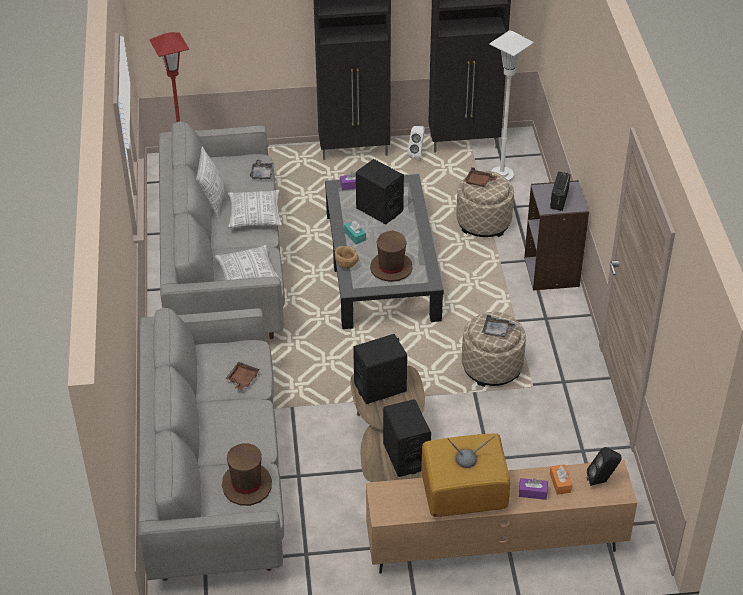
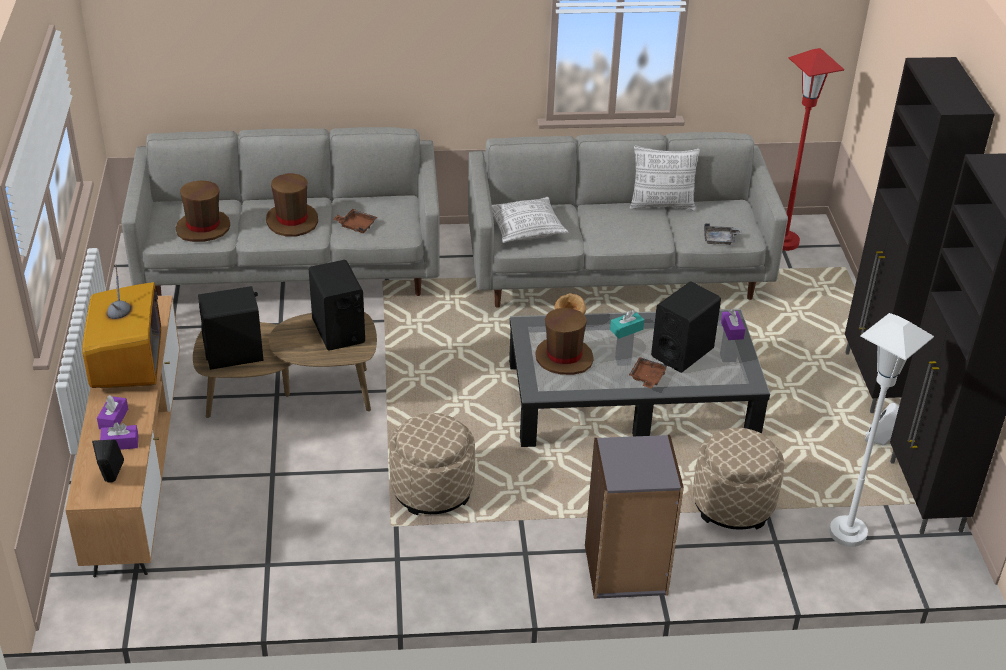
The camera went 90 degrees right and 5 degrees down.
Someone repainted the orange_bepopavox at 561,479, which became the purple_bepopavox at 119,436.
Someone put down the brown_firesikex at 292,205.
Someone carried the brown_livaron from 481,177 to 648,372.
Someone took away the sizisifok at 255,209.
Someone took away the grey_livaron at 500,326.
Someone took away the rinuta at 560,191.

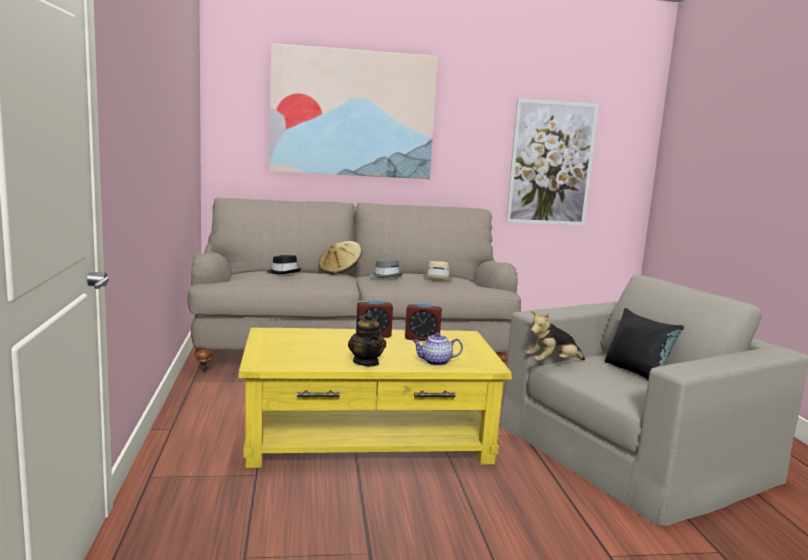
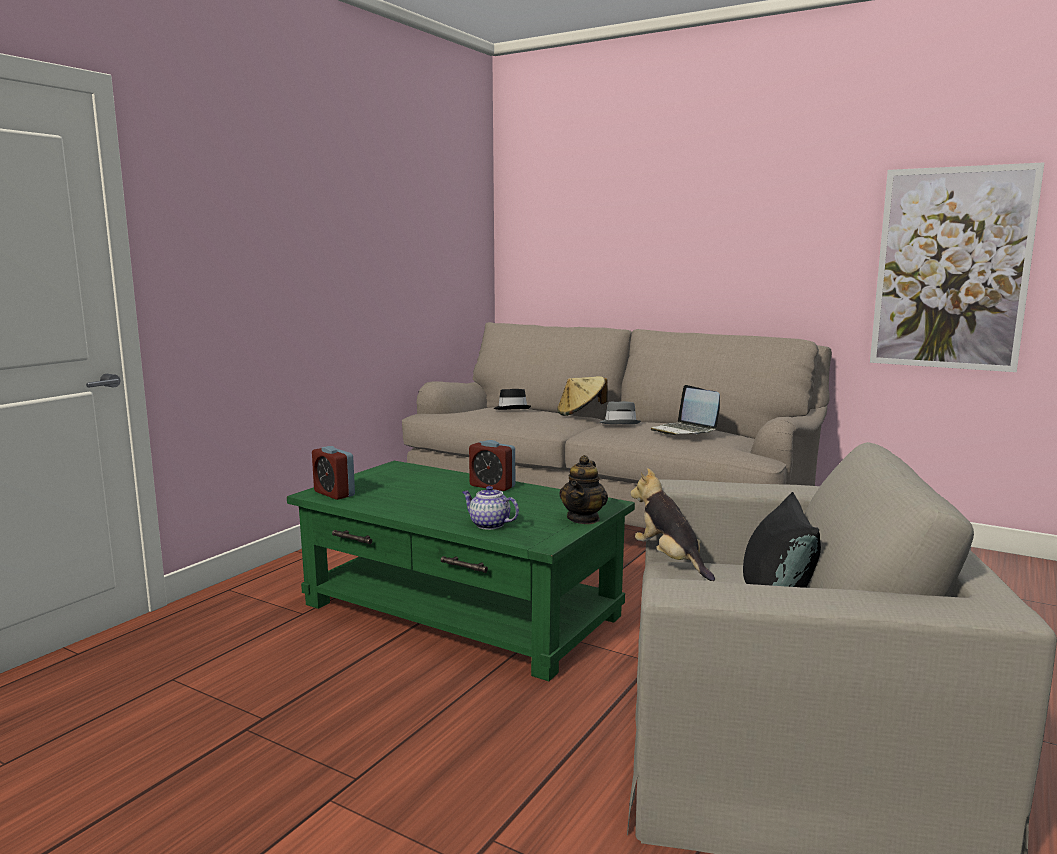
The camera went 40 degrees right and 0 degrees up.
Someone repainted the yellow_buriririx at 375,398, which became the green_buriririx at 461,571.
Someone carried the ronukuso from 423,321 to 333,473.
Someone carried the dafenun from 367,339 to 583,489.
Someone rotated the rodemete at 555,336 by 45 degrees clockwise.
Someone swapped the beige_firesikex at 438,270 for the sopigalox at 685,410.
Someone took away the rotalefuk at 353,111.

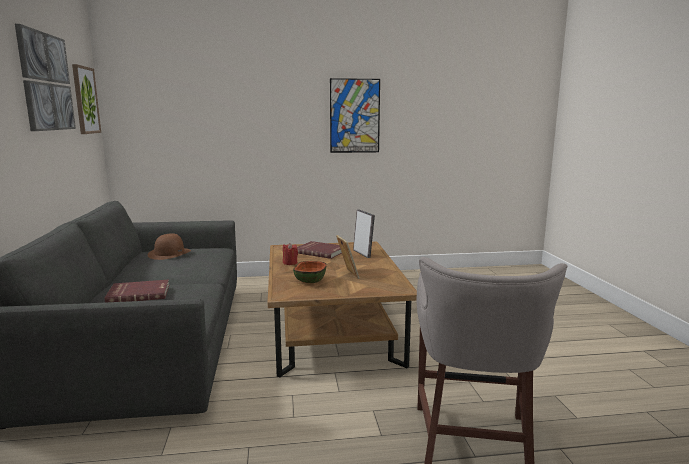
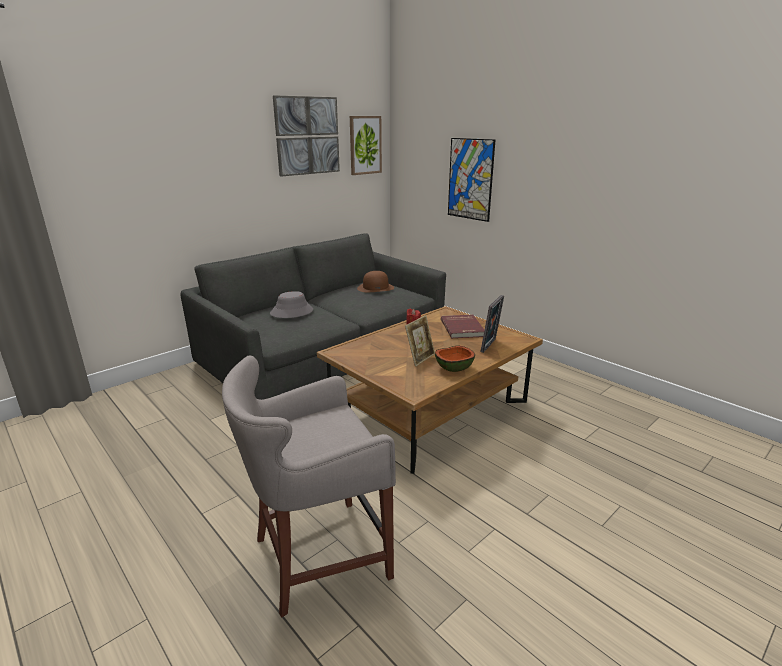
The camera went 55 degrees right and 10 degrees up.
Someone swapped the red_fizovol at 137,290 for the grey_firesikex at 291,304.
Someone carried the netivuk from 310,272 to 455,359.
Someone carried the rotalefuk from 355,115 to 472,180.

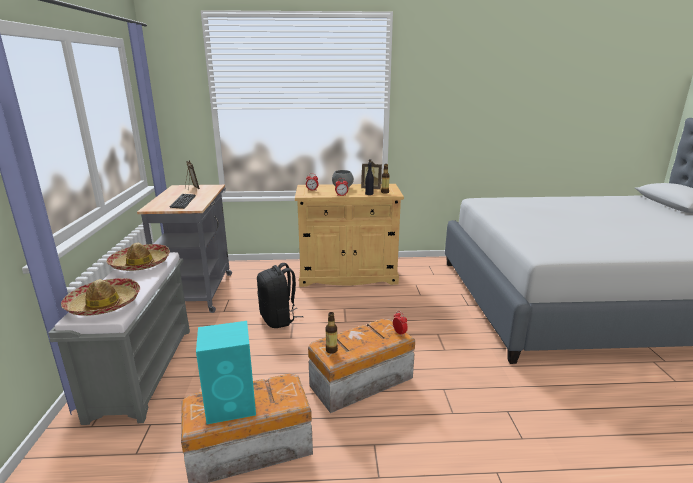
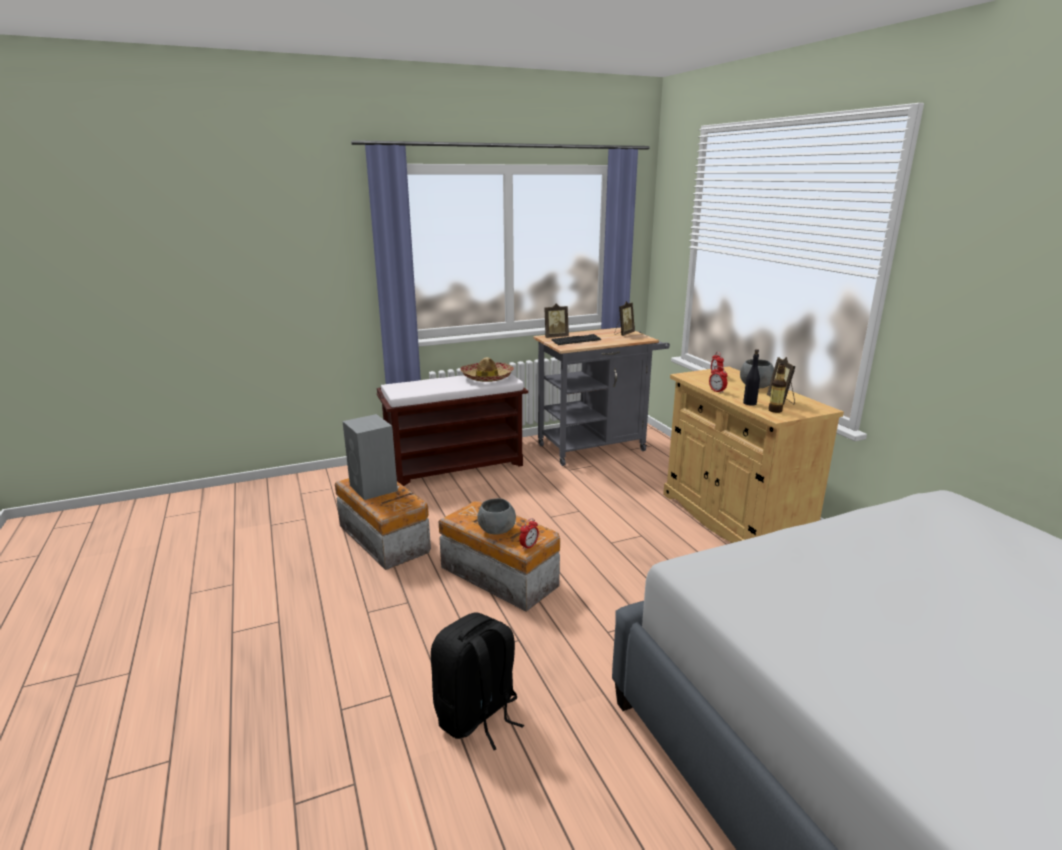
The camera went 70 degrees right and 0 degrees up.
Someone repainted the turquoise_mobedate at 226,372, which became the grey_mobedate at 370,457.
Someone repainted the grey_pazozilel at 119,338, which became the brown_pazozilel at 452,429.
Someone carried the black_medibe from 280,295 to 477,681.
Someone put down the grey_netivuk at 496,516.
Someone put down the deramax at 556,320.
Someone took away the firesikex at 100,297.
Someone took away the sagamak at 331,333.

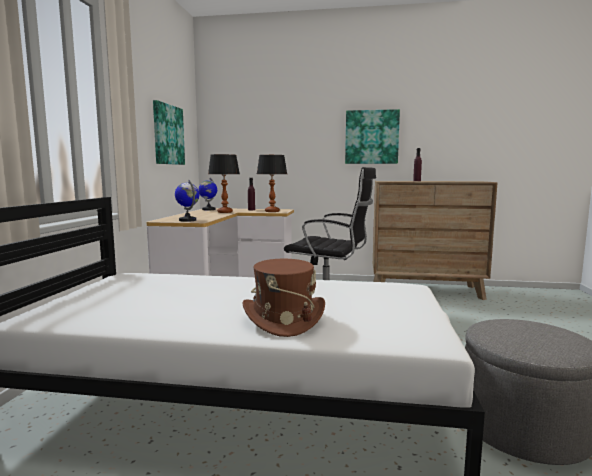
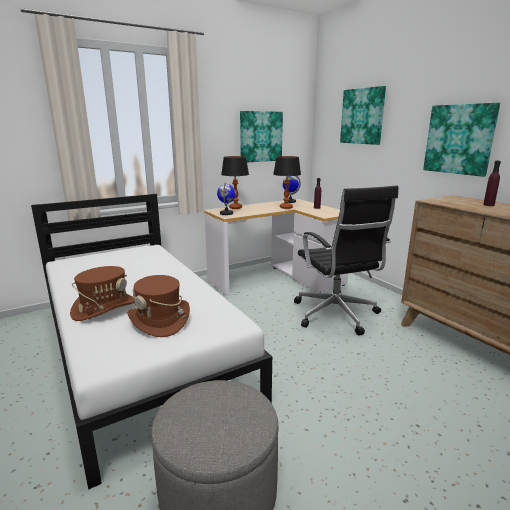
The camera went 50 degrees right and 10 degrees up.
Someone put down the brown_firesikex at 159,306.
Someone carried the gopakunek from 272,183 to 235,182.
Someone put up the rotalefuk at 363,115.

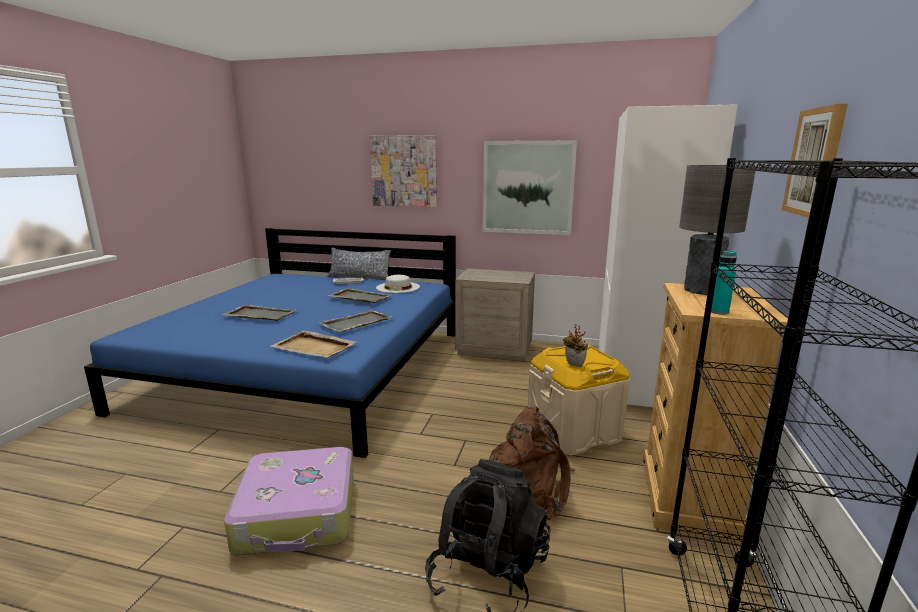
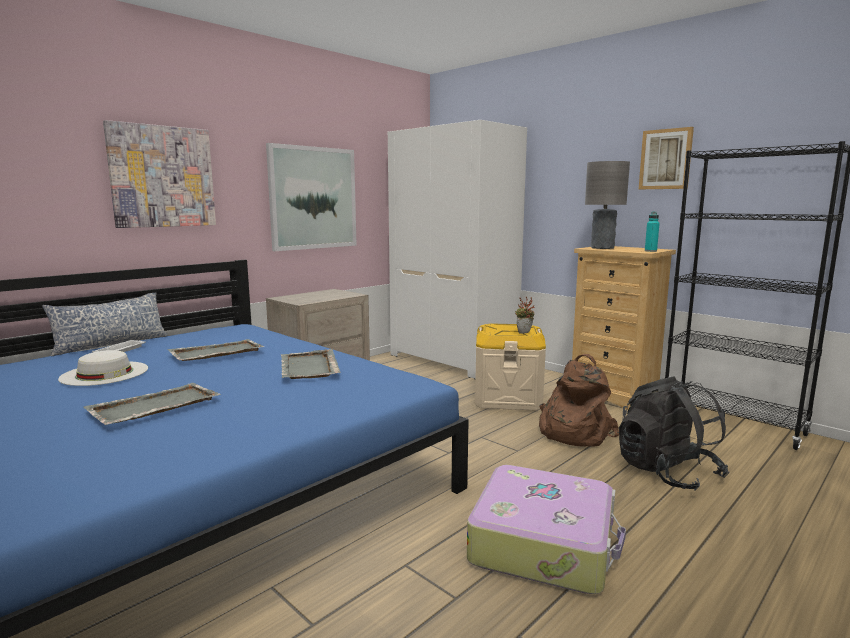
The camera went 60 degrees left and 5 degrees down.
Someone carried the white_firesikex from 398,284 to 103,368.
Someone took away the beige_livaron at 313,344.

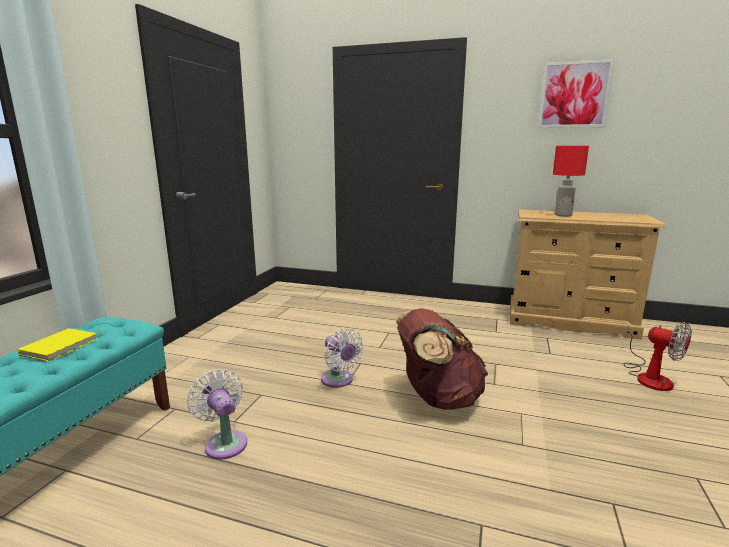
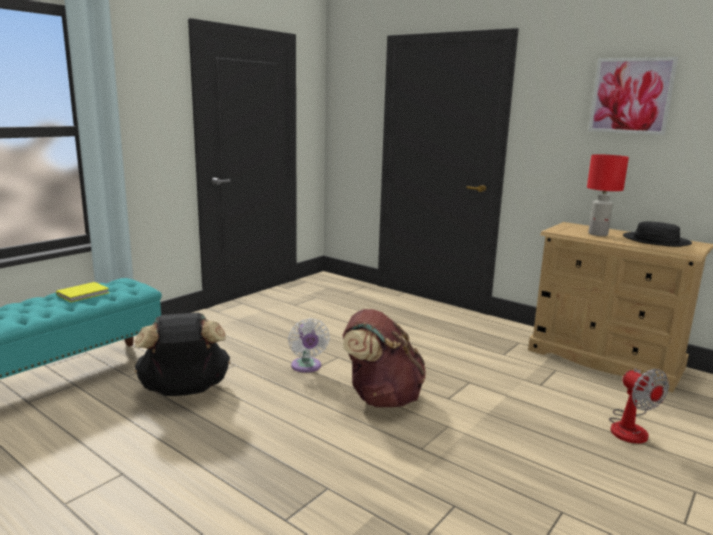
The camera went 20 degrees right and 0 degrees up.
Someone swapped the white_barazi at 217,414 for the black_medibe at 182,354.
Someone put down the black_firesikex at 657,234.

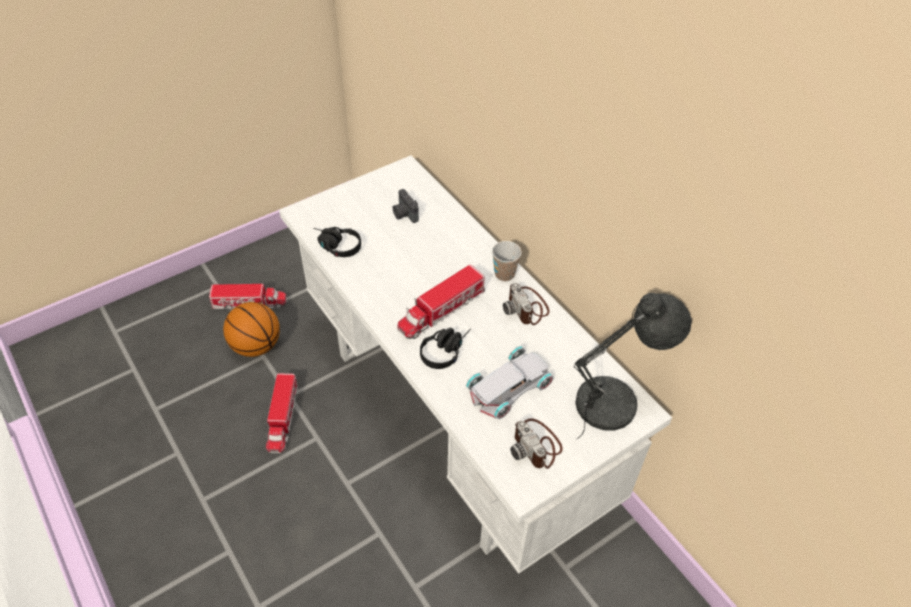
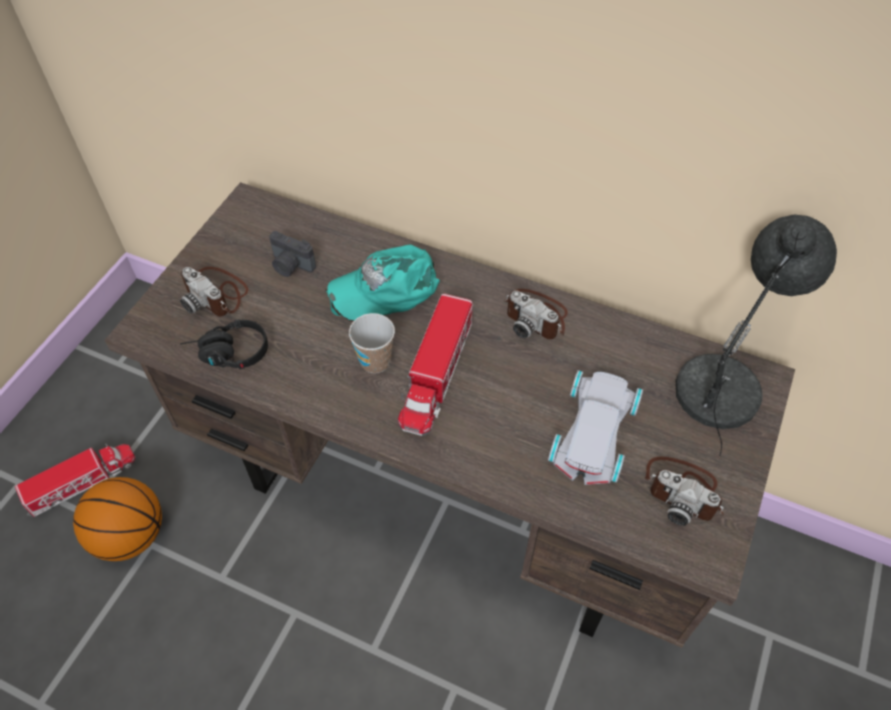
The camera went 30 degrees left and 5 degrees up.
Someone repainted the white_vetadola at 475,364, which became the brown_vetadola at 449,415.
Someone put down the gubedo at 214,291.
Someone put down the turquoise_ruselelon at 382,283.
Someone carried the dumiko from 507,261 to 372,343.
Someone took away the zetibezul at 281,413.
Someone took away the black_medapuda at 445,348.

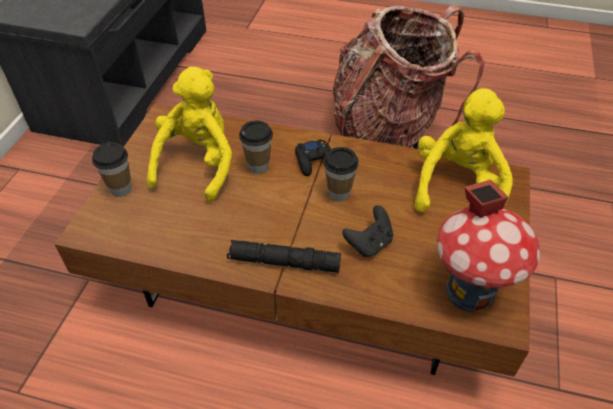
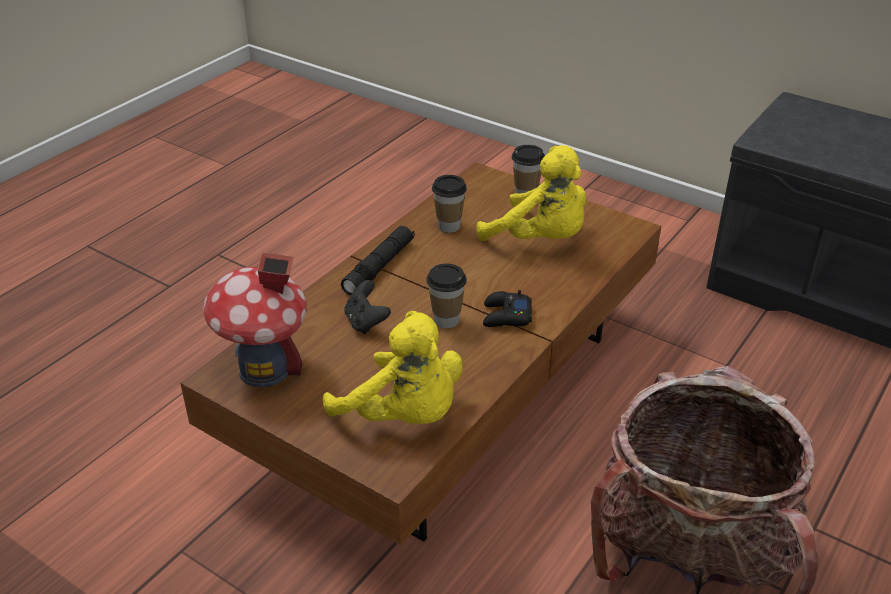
The camera went 110 degrees right and 10 degrees down.
Someone carried the dumiko from 256,147 to 449,204.

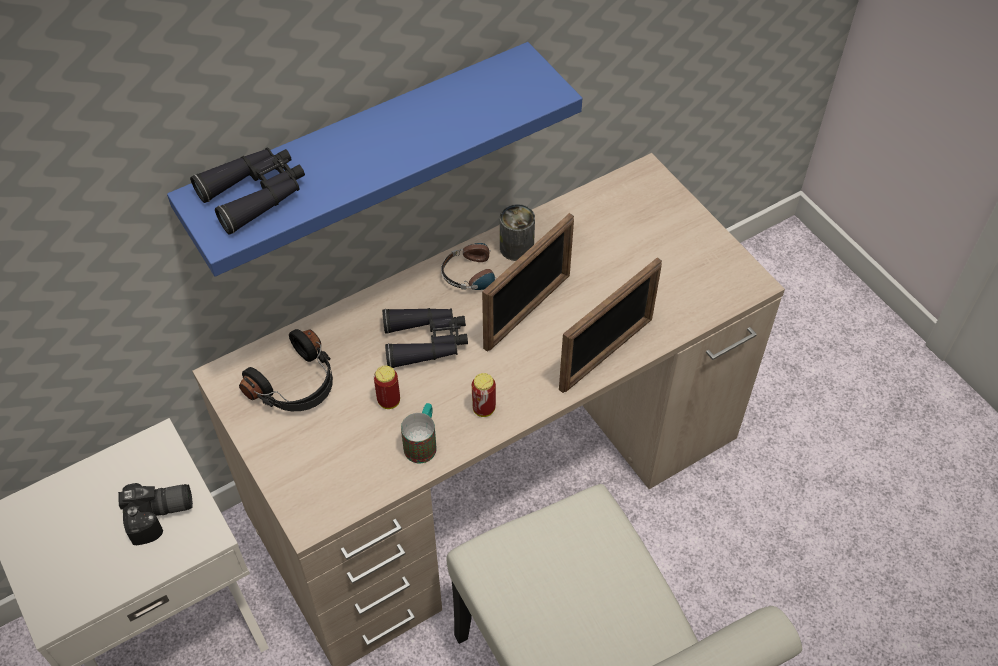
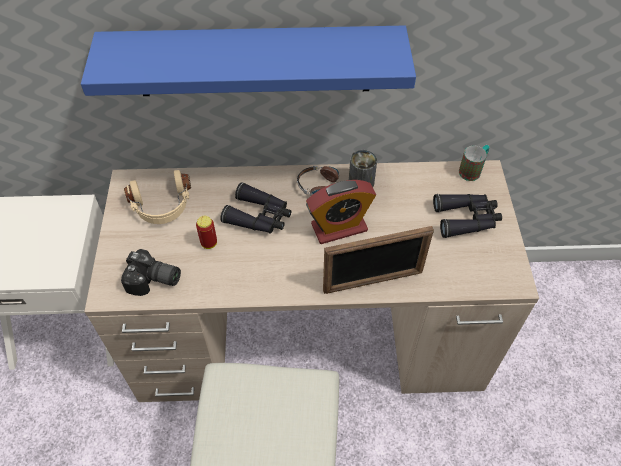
The camera went 30 degrees right and 0 degrees up.
Someone carried the gubedo from 155,514 to 151,272.
Someone repainted the black_medapuda at 286,370, which became the beige_medapuda at 157,197.
Someone swapped the deramax at 528,282 for the ronukuso at 341,212.
Someone carried the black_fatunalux from 247,191 to 467,216.
Someone carried the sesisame from 419,433 to 474,163.
Someone took away the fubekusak at 484,395.

